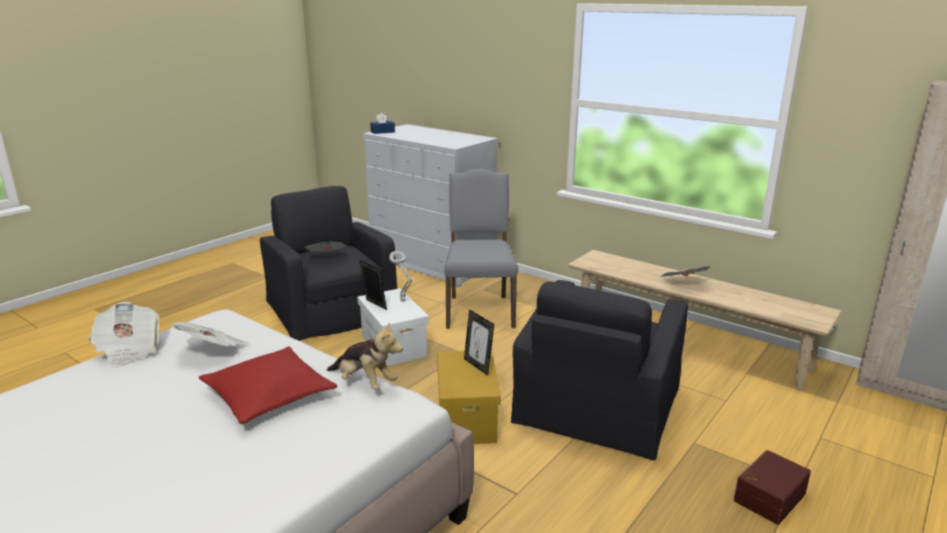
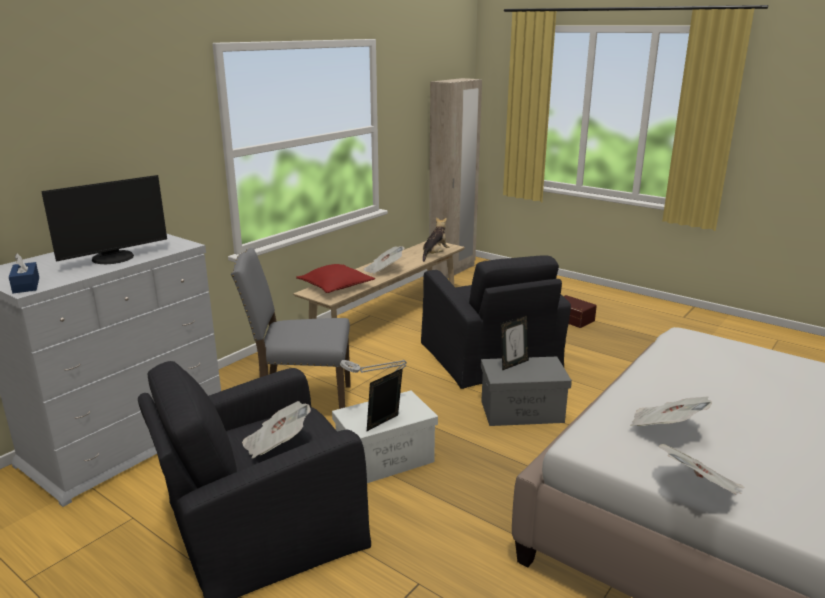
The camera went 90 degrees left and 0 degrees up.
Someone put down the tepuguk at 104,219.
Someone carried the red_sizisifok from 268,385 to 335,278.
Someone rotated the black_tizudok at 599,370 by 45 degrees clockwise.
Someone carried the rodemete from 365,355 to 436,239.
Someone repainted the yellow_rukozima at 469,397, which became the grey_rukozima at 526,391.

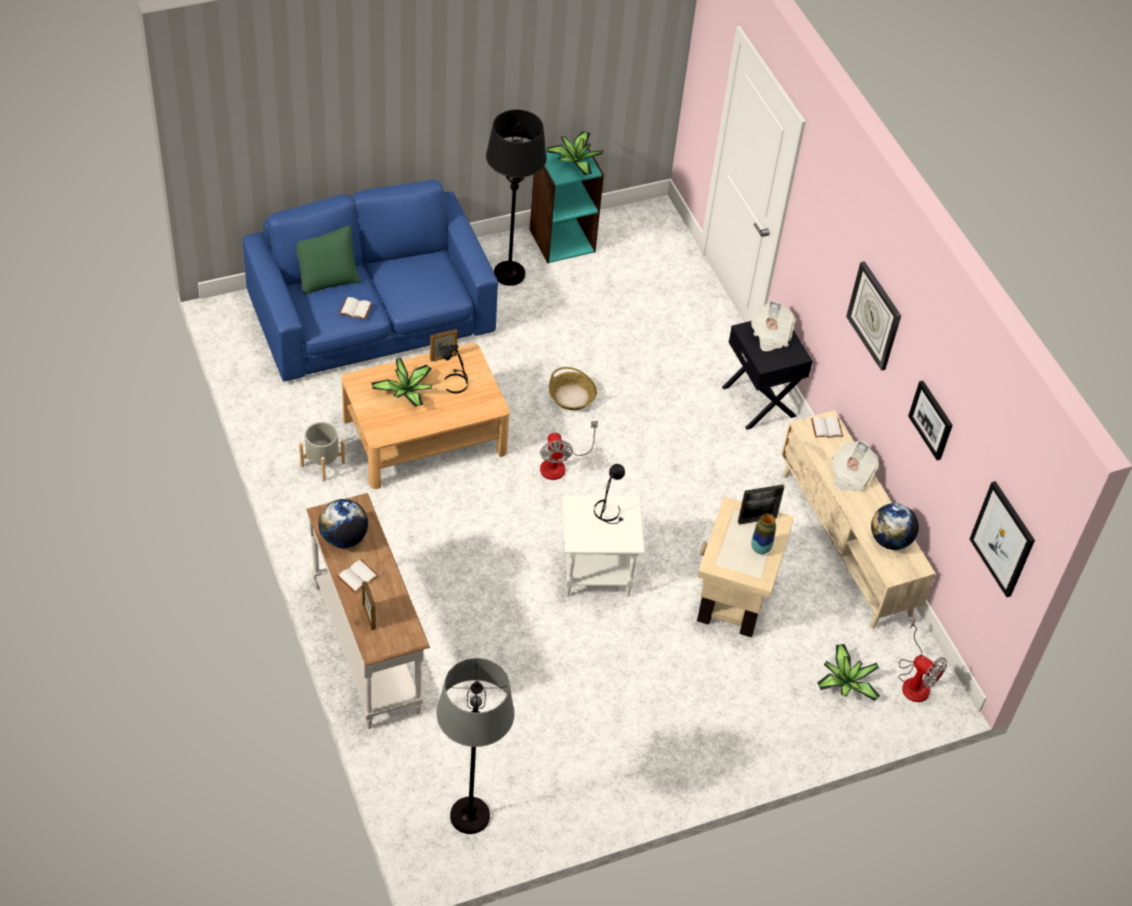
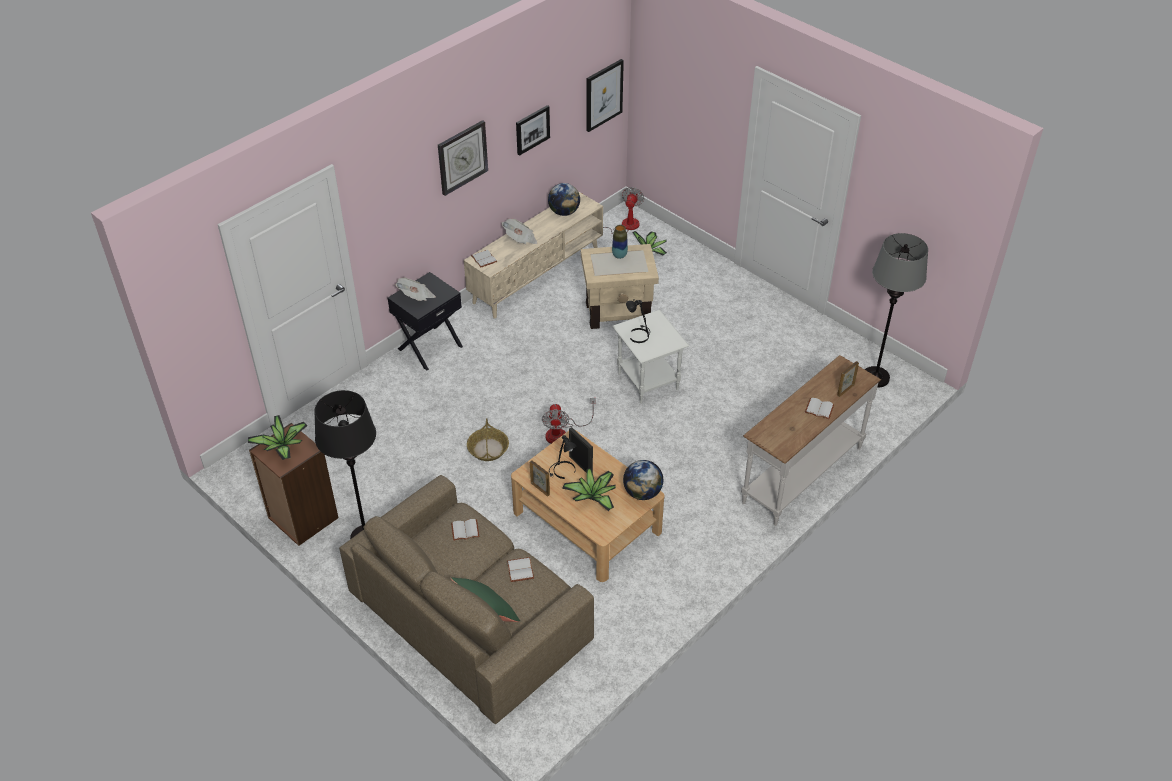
The camera went 110 degrees left and 5 degrees down.
Someone repainted the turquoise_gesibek at 567,203, which became the brown_gesibek at 293,484.
Someone repainted the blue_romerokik at 370,280, which became the brown_romerokik at 466,599.
Someone put down the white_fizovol at 465,530.
Someone rotated the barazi at 569,450 by 120 degrees clockwise.
Someone carried the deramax from 761,504 to 581,450.
Someone carried the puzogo from 343,523 to 643,480.
Someone took away the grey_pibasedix at 322,452.

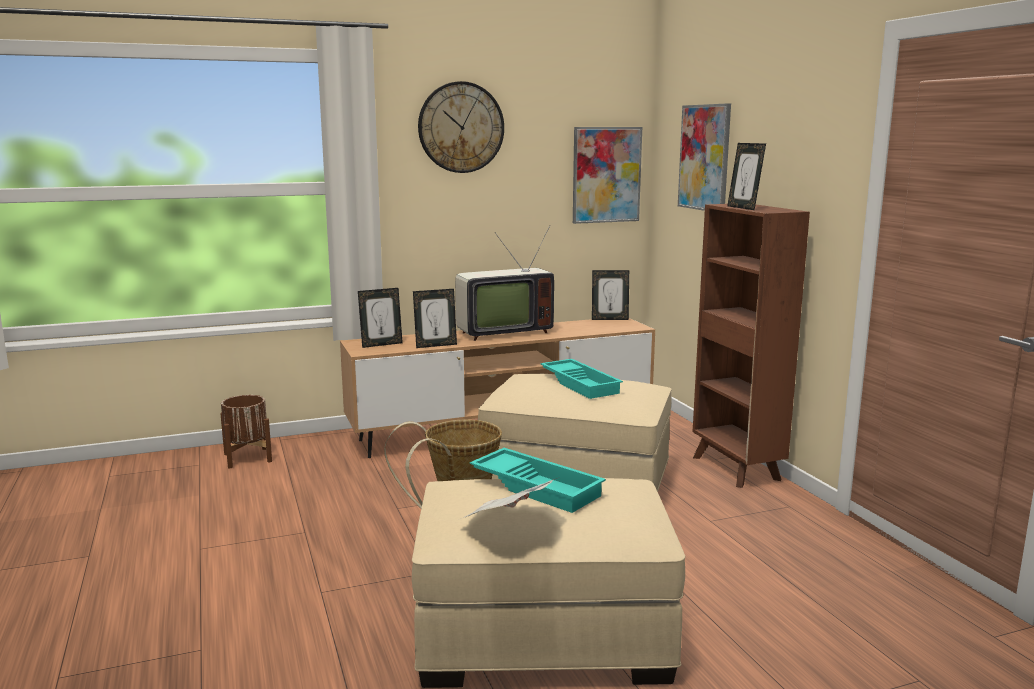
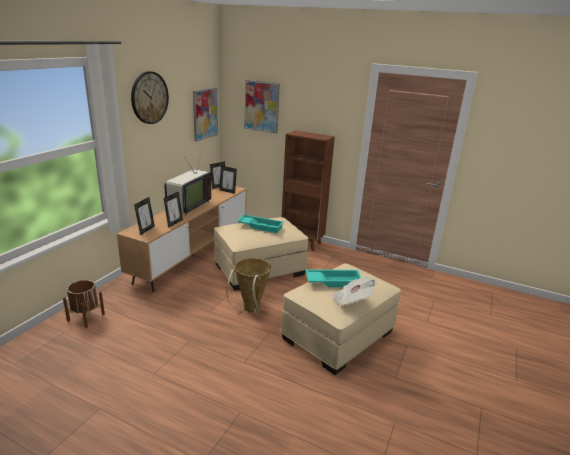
The camera went 45 degrees left and 10 degrees up.
Someone carried the deramax from 746,176 to 228,180.

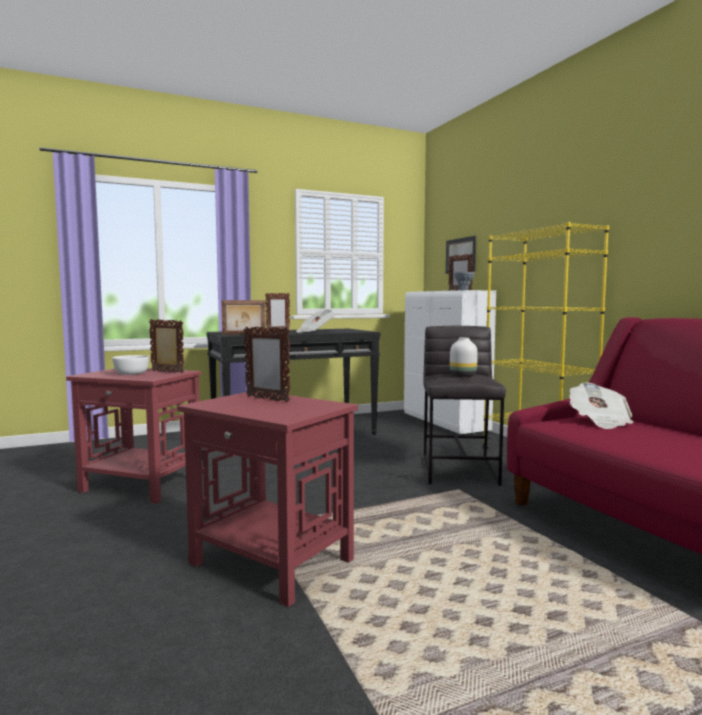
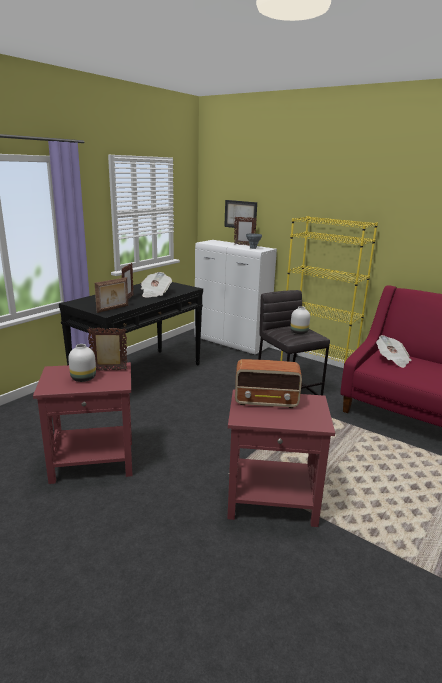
The camera went 30 degrees left and 15 degrees up.
Someone swapped the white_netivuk at 130,365 for the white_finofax at 82,363.
Someone swapped the deramax at 267,364 for the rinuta at 268,383.

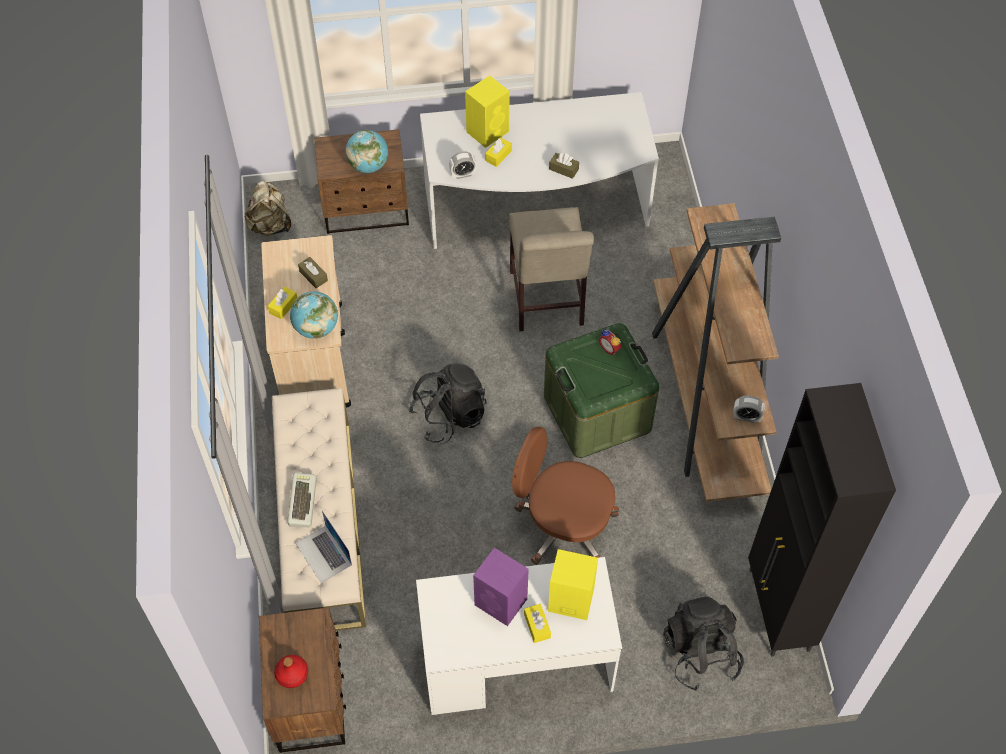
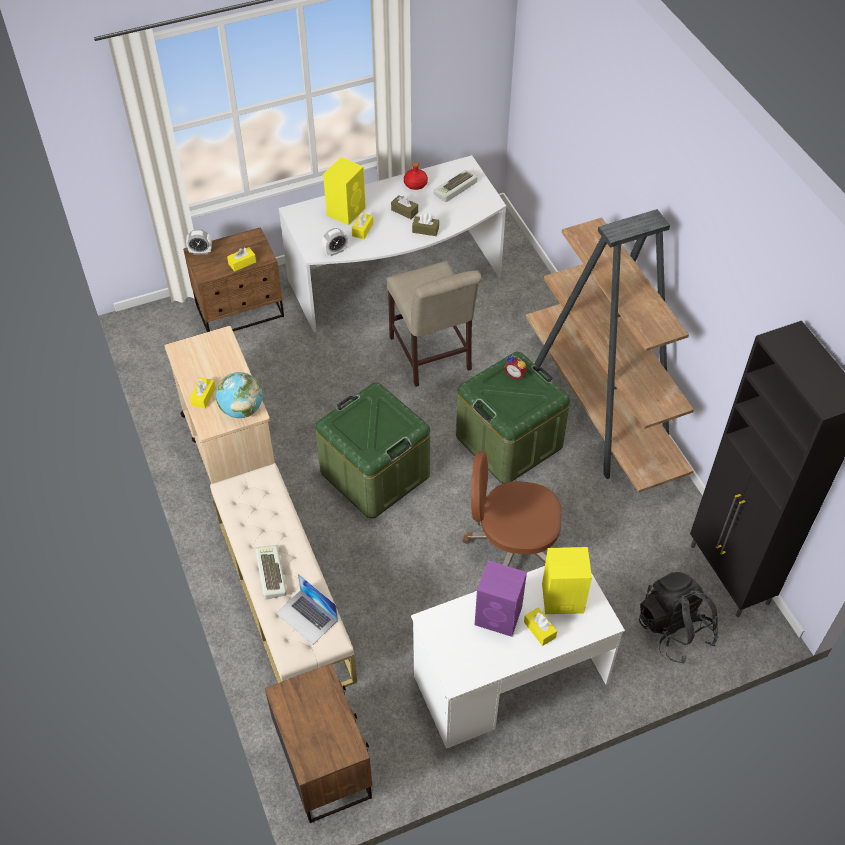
The camera went 15 degrees left and 5 degrees down.
Someone carried the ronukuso from 749,409 to 199,242.
Someone swapped the puzogo at 367,151 for the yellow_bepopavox at 241,259.
Someone swapped the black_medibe at 448,403 for the green_rukozima at 372,450.
Someone carried the brown_bepopavox from 313,272 to 404,207.
Someone carried the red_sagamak from 291,671 to 416,176.
Someone put down the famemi at 455,186.
Someone took away the beige_medibe at 268,208.

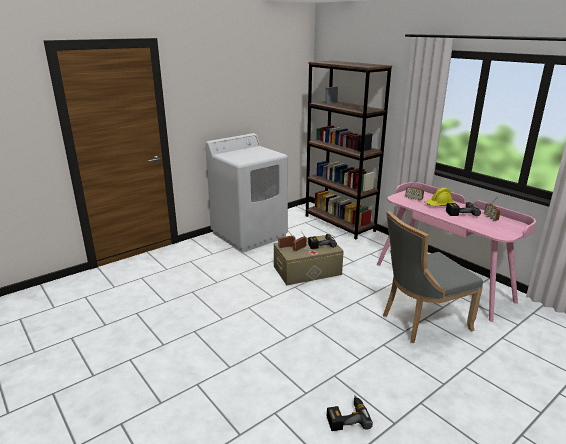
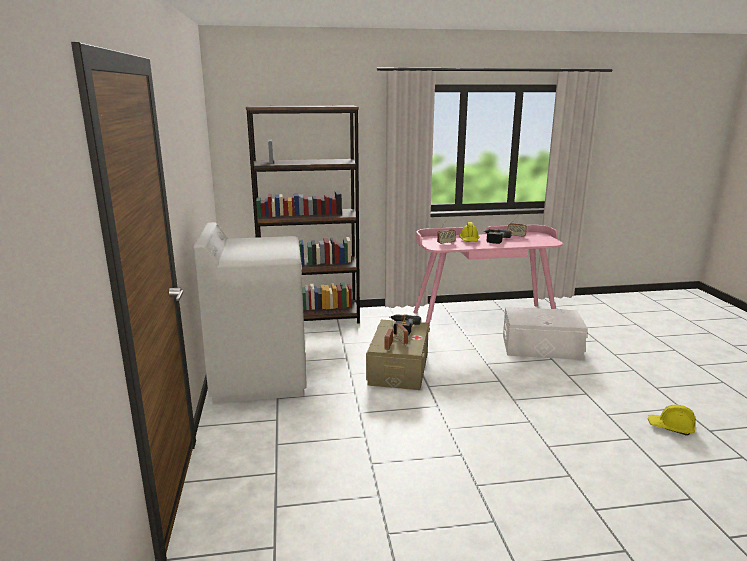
The camera went 60 degrees left and 5 degrees down.
Someone swapped the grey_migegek at 433,277 for the white_rukozima at 545,333.
Someone swapped the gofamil at 350,413 for the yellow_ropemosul at 671,420.

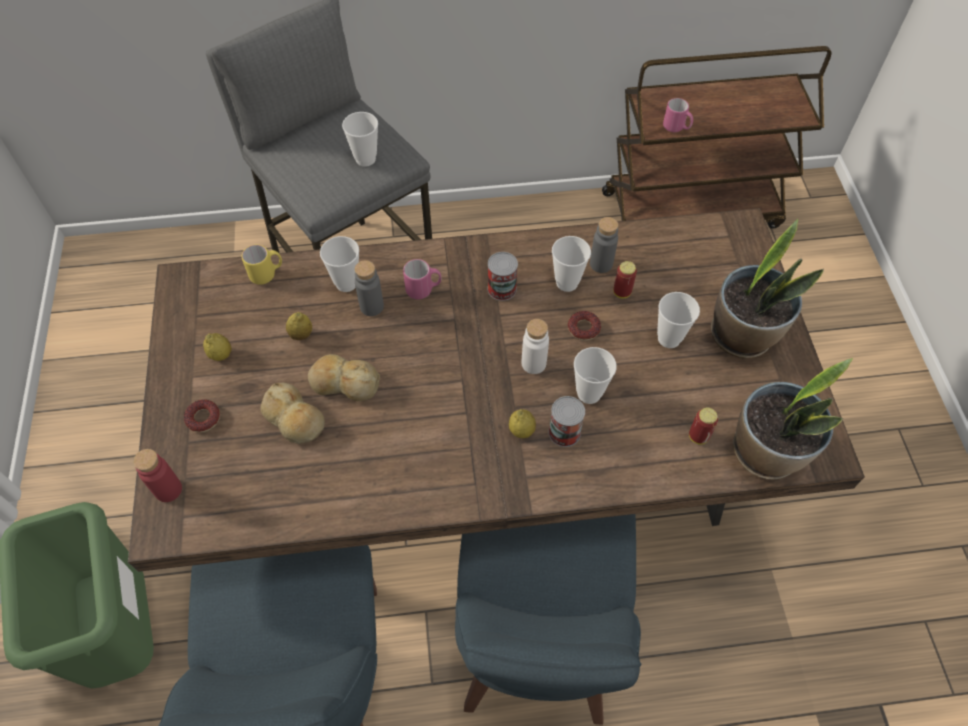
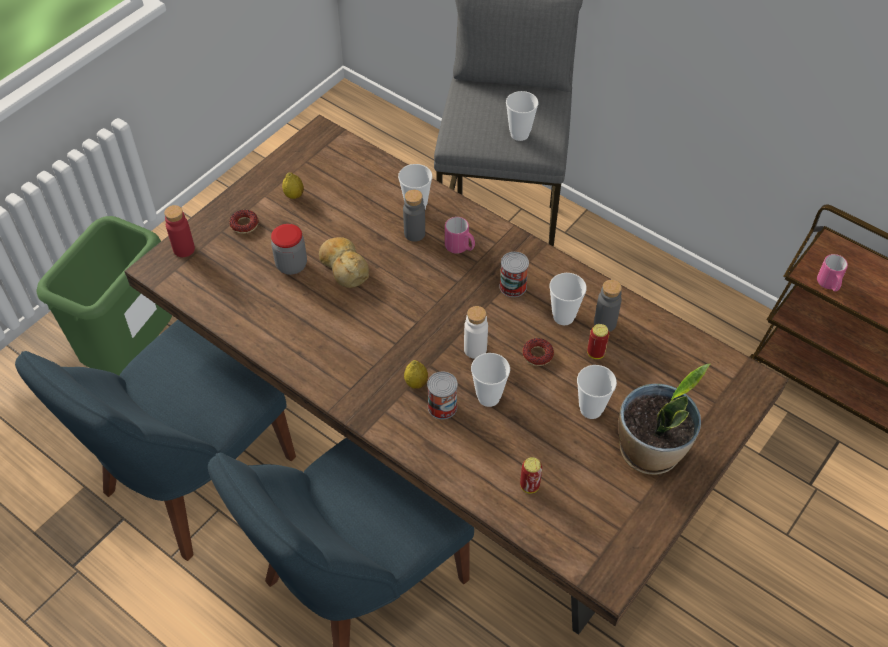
The camera went 45 degrees right and 5 degrees down.
Someone swapped the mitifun at 292,413 for the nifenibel at 289,249.
Someone took away the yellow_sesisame at 262,265.
Someone took away the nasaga at 299,326.
Someone took away the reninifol at 793,419.

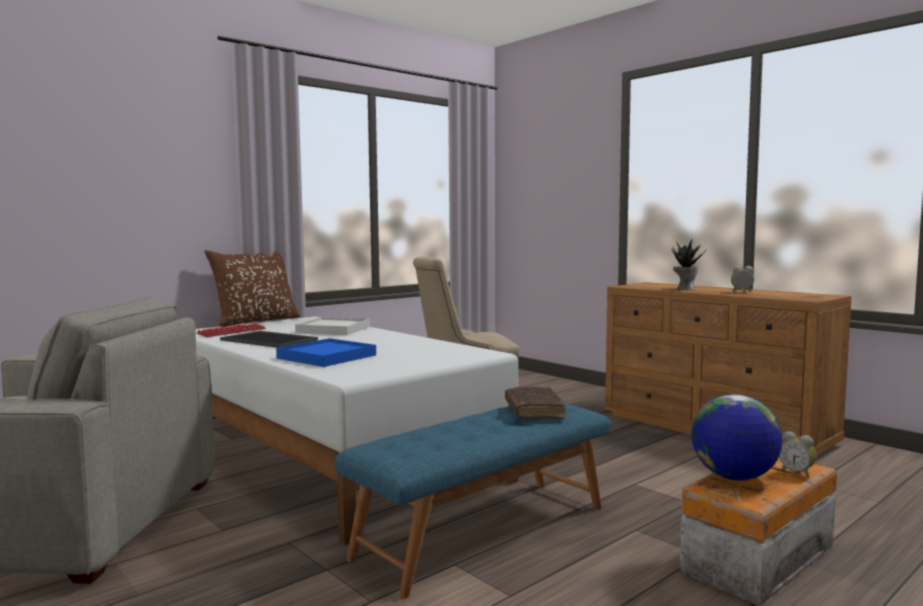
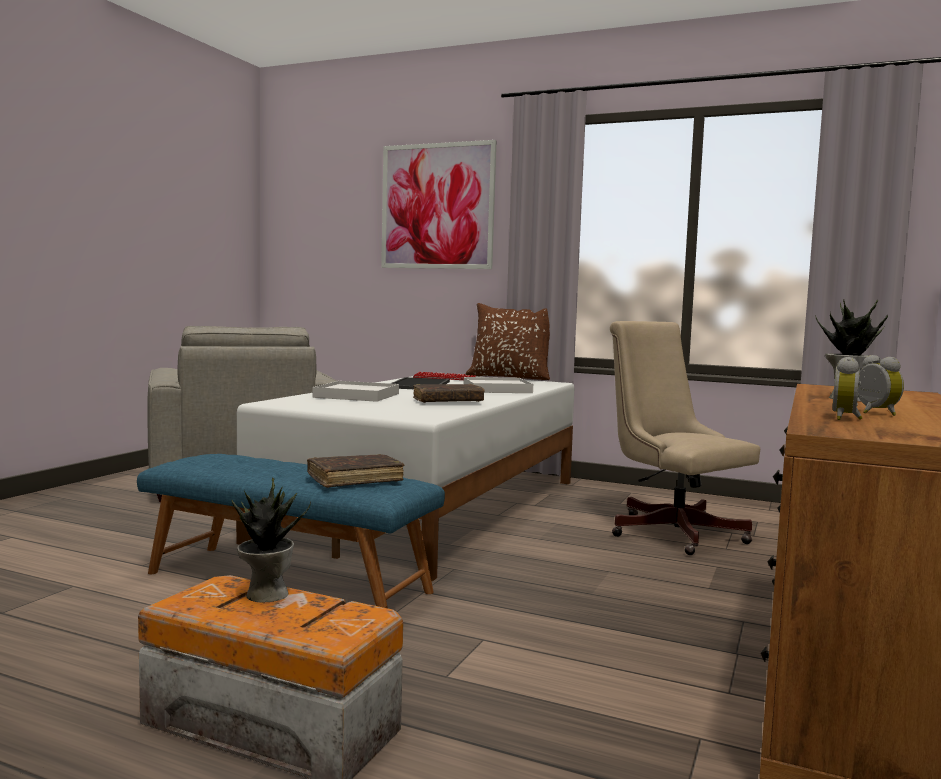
The camera went 65 degrees right and 0 degrees up.
Someone swapped the puzogo at 737,437 for the reninifol at 271,540.
Someone repainted the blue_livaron at 326,352, which became the white_livaron at 355,391.
Someone put up the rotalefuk at 439,204.
Someone put down the brown_fizovol at 449,393.
Someone carried the ronukuso from 797,454 to 847,388.

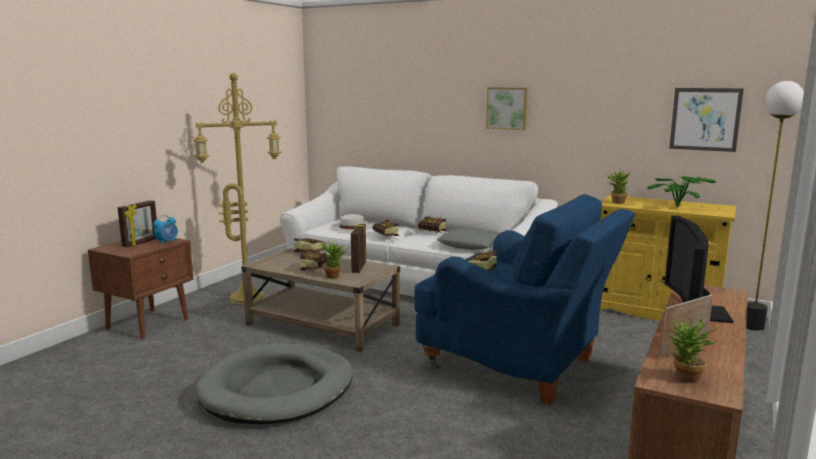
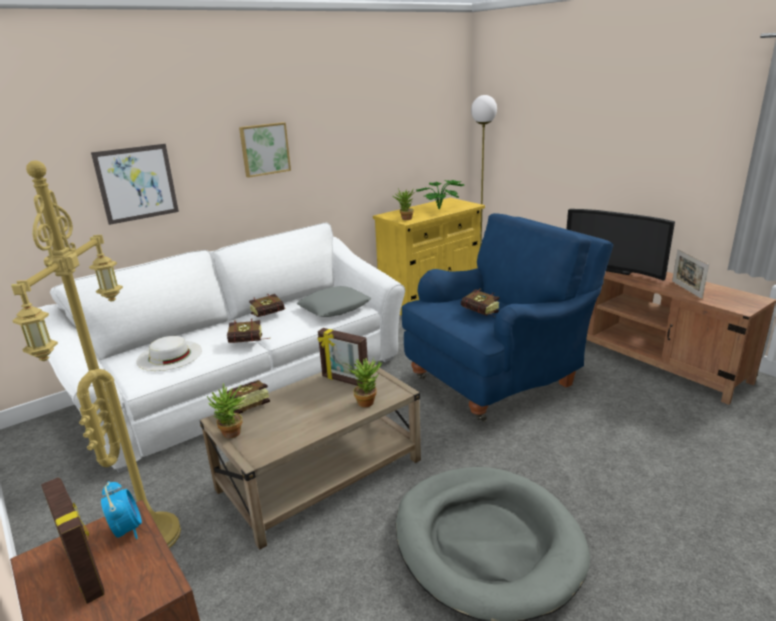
The camera went 65 degrees left and 10 degrees up.
Someone carried the rotalefuk from 706,120 to 135,184.
Someone carried the reninifol from 693,350 to 226,410.
Someone took away the fizovol at 313,259.

